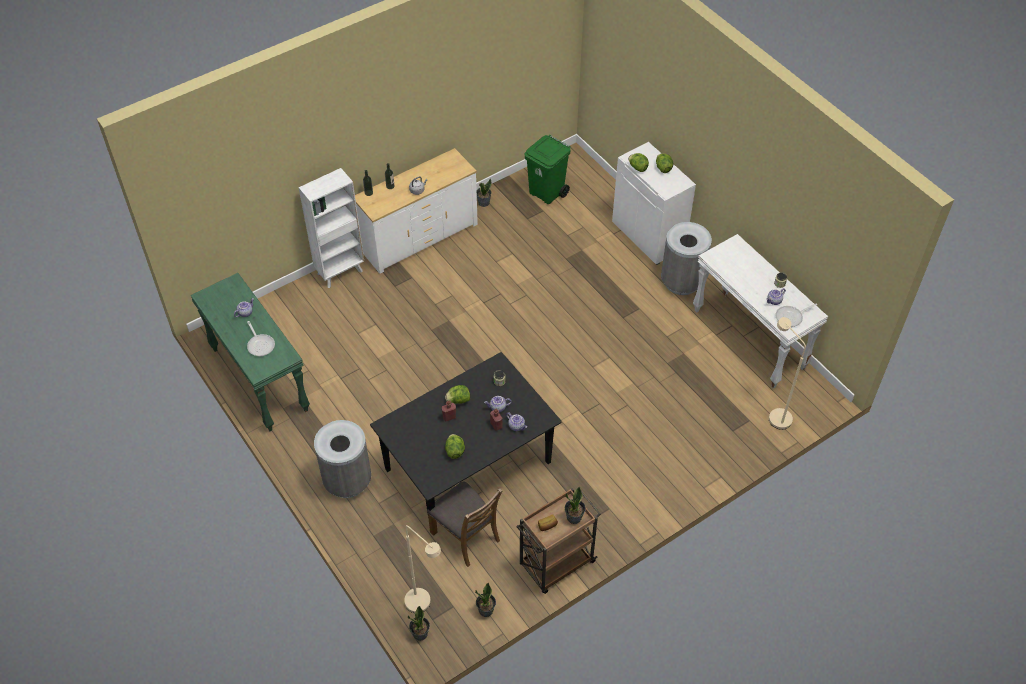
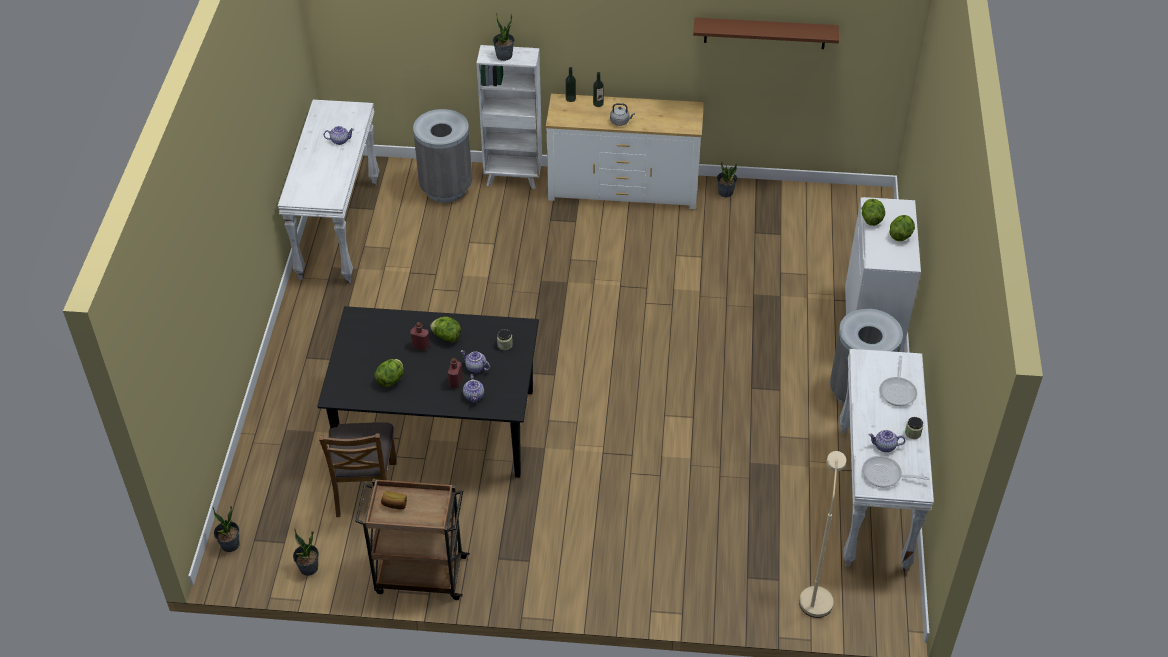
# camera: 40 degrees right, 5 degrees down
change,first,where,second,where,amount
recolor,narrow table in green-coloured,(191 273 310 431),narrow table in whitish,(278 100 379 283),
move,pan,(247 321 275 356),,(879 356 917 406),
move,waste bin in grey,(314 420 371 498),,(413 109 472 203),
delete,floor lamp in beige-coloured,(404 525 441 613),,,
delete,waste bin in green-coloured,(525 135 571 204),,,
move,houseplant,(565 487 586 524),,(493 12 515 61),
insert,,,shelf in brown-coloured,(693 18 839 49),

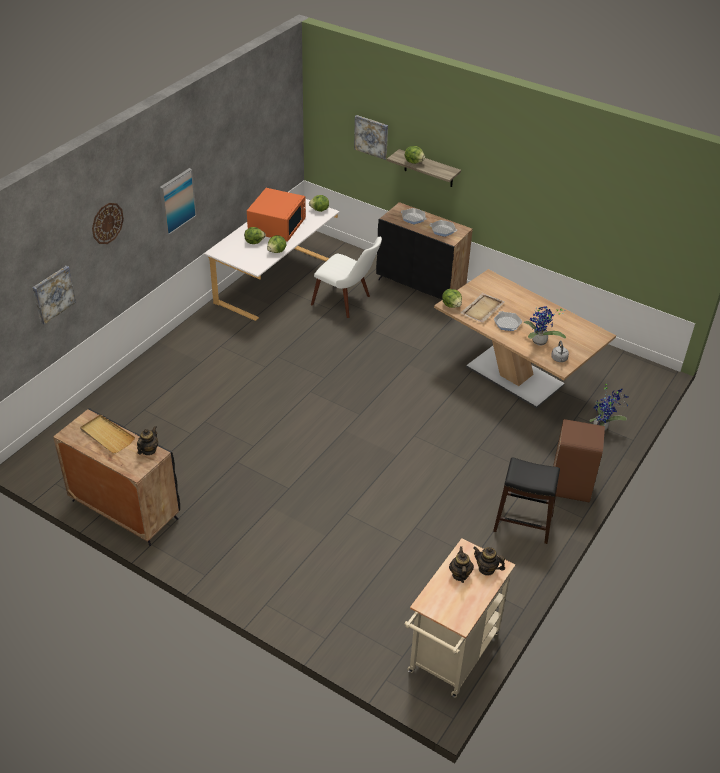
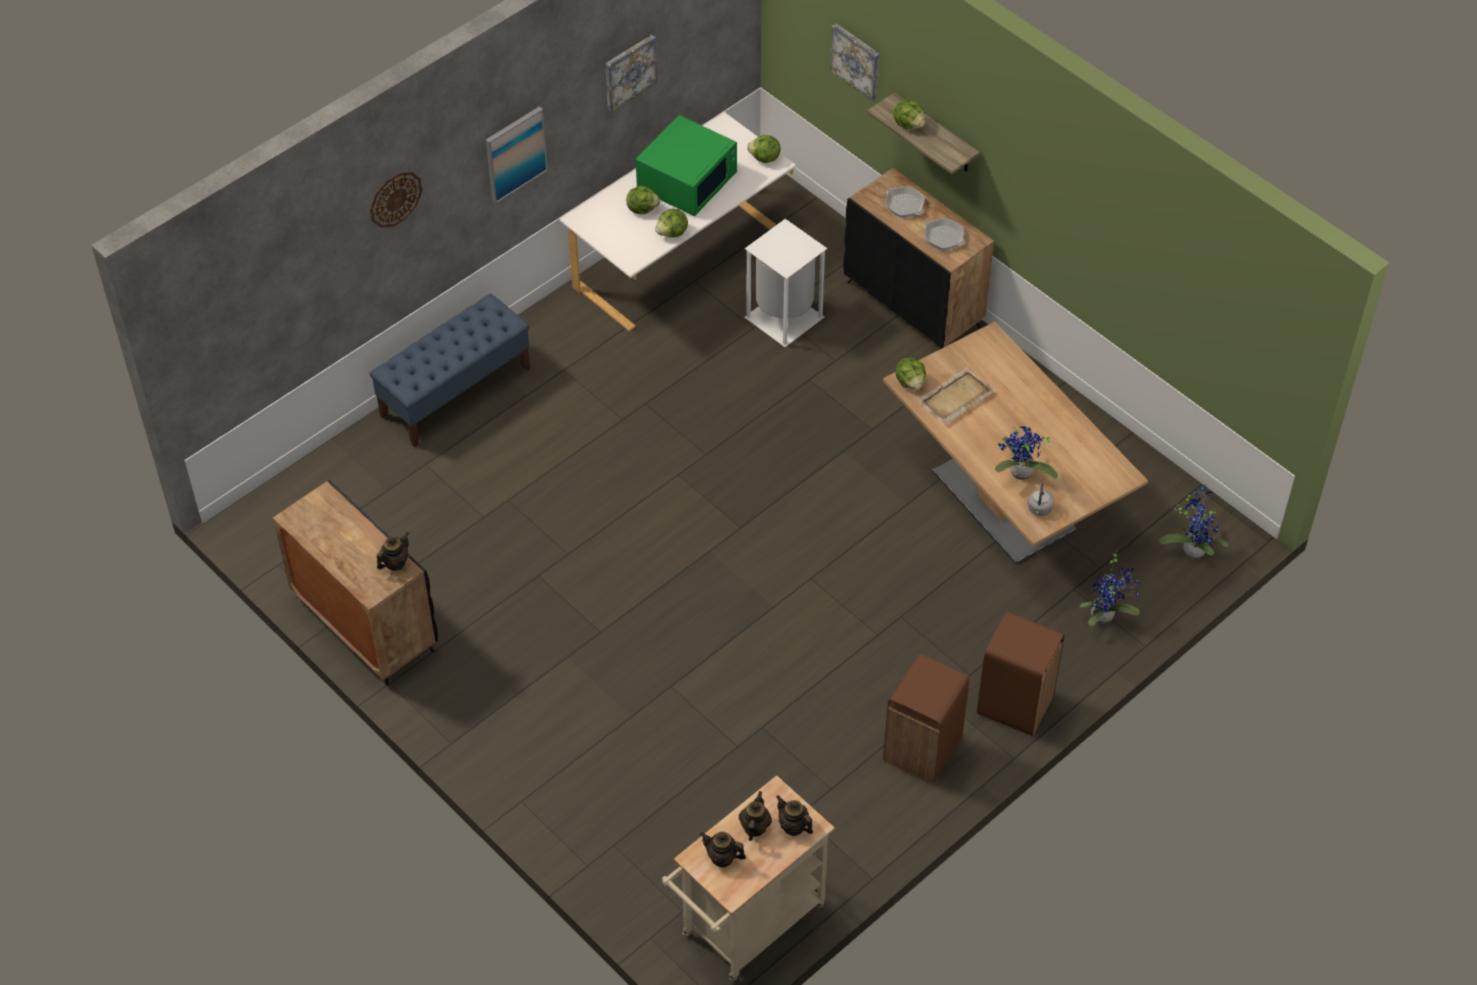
# camera: 15 degrees right, 10 degrees up
change,first,where,second,where,amount
move,wall art,(33 266 76 325),,(606 35 657 112),
delete,tray in beige-coloured,(80 414 135 454),,,
recolor,microwave in orangey,(247 188 306 242),microwave in green-coloured,(636 115 737 216),
replace,plain chair in whitish,(311 237 382 318),waste bin in whitish,(744 219 827 347),
replace,stool seat in blackish,(493 458 560 544),waste bin in brown-coloured,(883 654 969 784),
delete,pan,(494 311 522 331),,,
insert,,,indoor bench in blue-coloured,(370 293 530 447),
insert,,,teapot,(700 831 746 867),
insert,,,houseplant,(1159 485 1229 559),

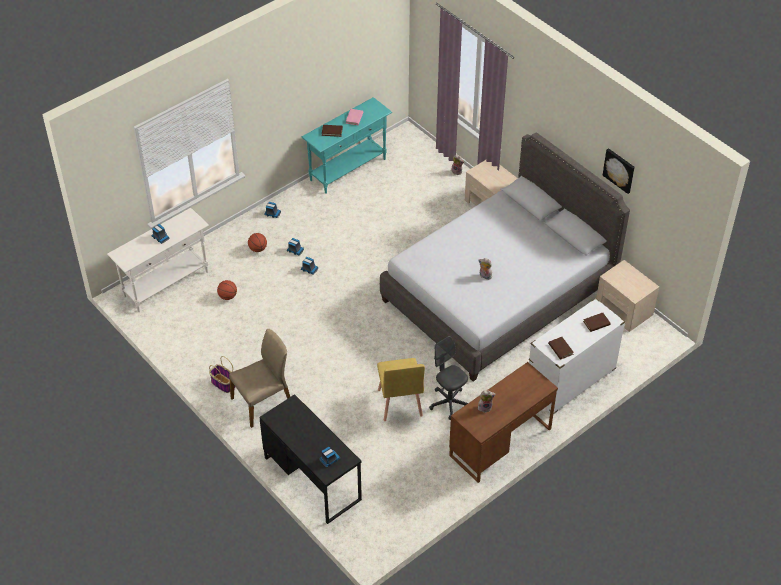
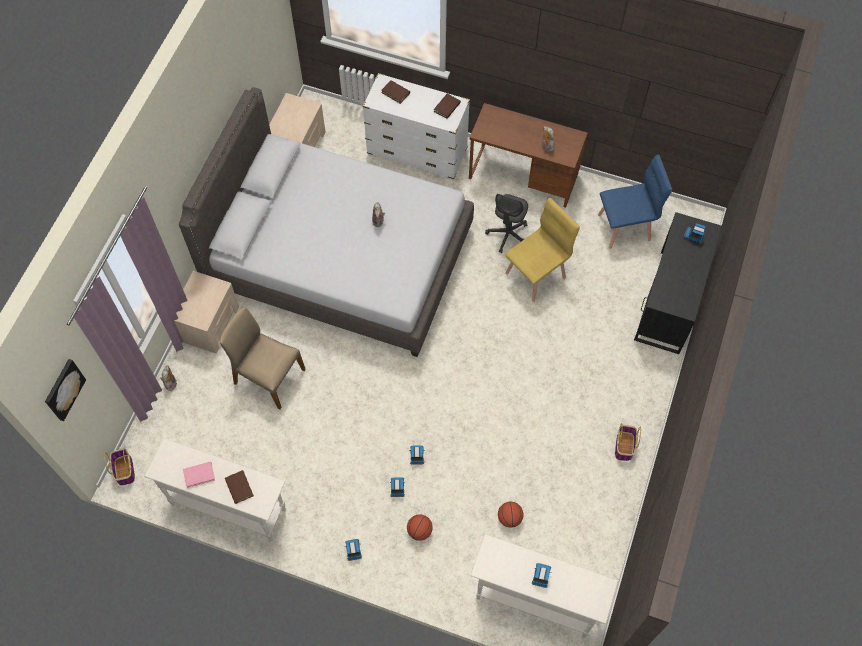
# camera: 120 degrees left, 15 degrees up
change,first,where,second,where,amount
move,plain chair in beige-coloured,(229 329 290 428),,(220 307 306 409),
recolor,narrow table in blue-green,(302 97 392 194),narrow table in whitish,(144 438 286 541),
move,wall art,(603 148 635 194),,(45 359 86 421),
insert,,,storage basket,(104 448 135 486),
insert,,,plain chair in blue-coloured,(598 155 672 249),

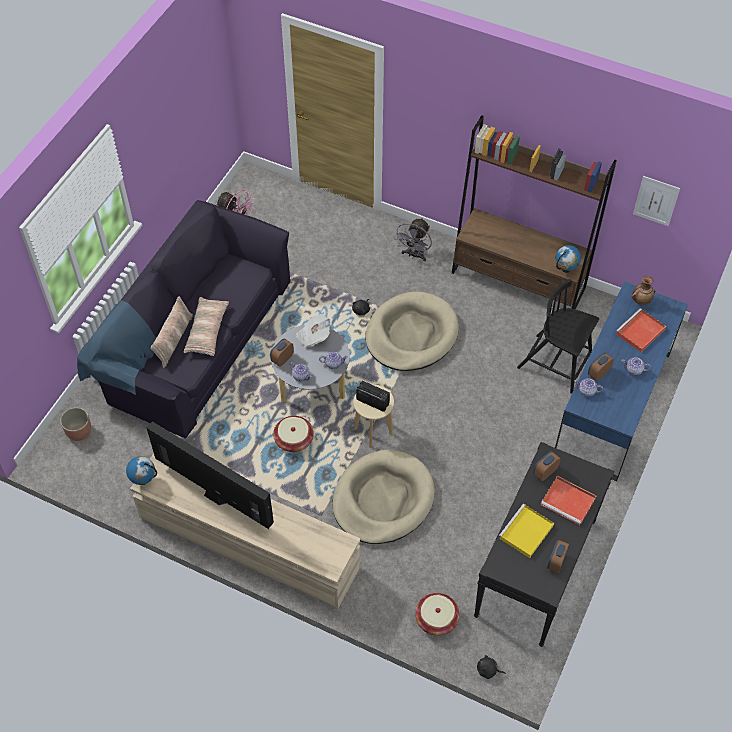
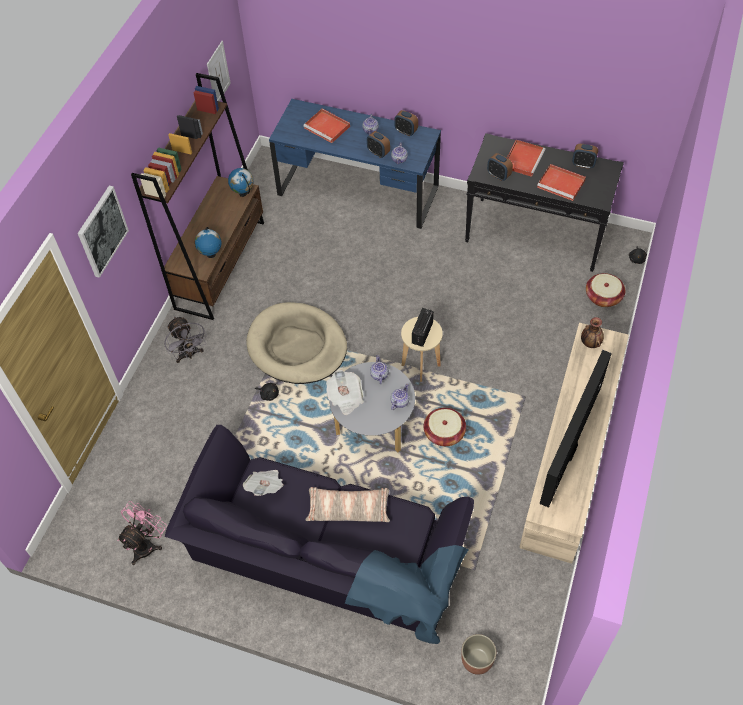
# camera: 95 degrees left, 0 degrees up
change,first,where,second,where,amount
move,globe,(126 456 157 485),,(195 227 222 258),
delete,pillow,(151 296 193 368),,,
move,table clock,(270 339 294 367),,(394 110 418 136),
delete,pet bed in beige-coloured,(333 450 435 544),,,
rotate,fan in grey,(394 218 432 261),,(164 316 207 363),45 degrees clockwise
recolor,tray in yellow,(499 504 554 558),tray in reddish,(537 164 586 201),
delete,plain chair in blackish,(517 279 599 394),,,
move,flower vase,(632 276 655 305),,(581 317 604 348),
insert,,,wall art,(78 185 129 278),
insert,,,printed paper,(243 470 284 496),

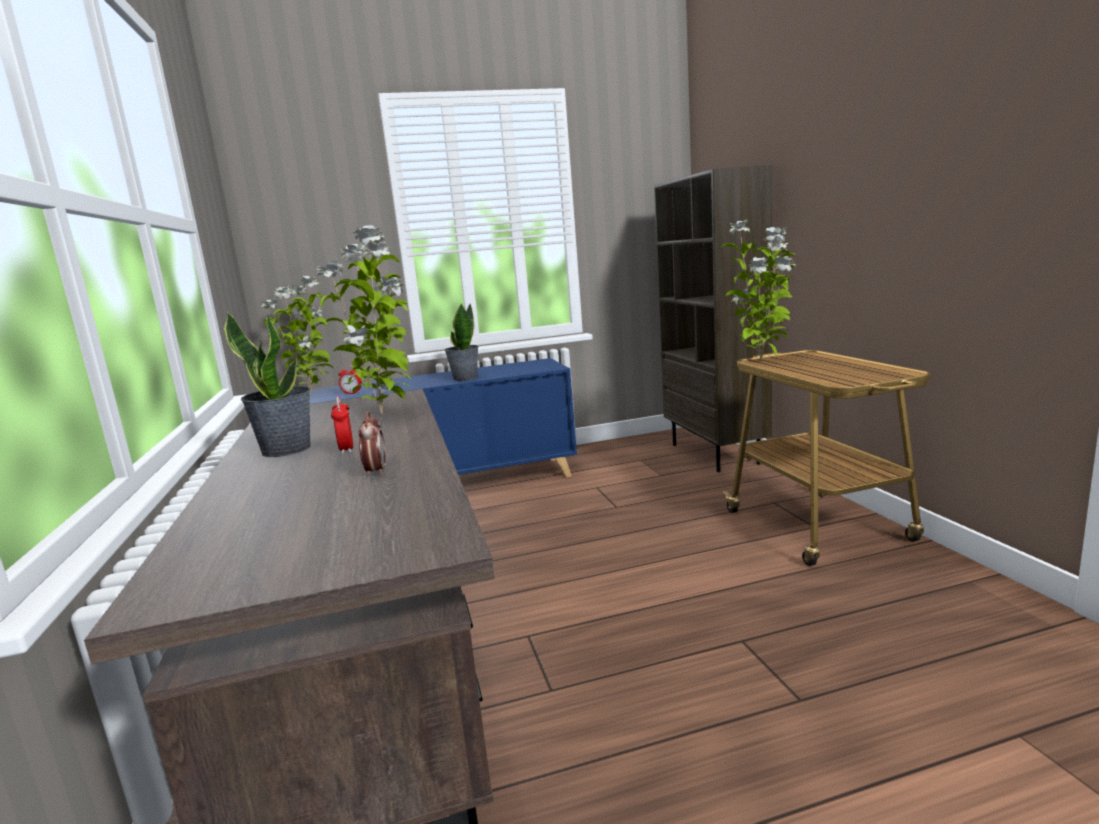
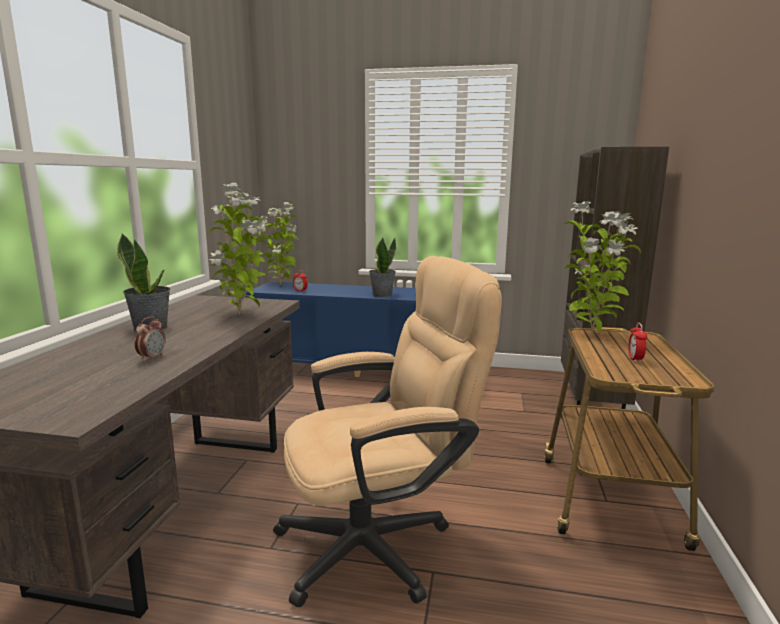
# camera: 25 degrees right, 0 degrees up
change,first,where,second,where,amount
move,table clock,(331 396 353 454),,(628 323 647 363),
insert,,,office chair in beige-coloured,(273 256 502 608),

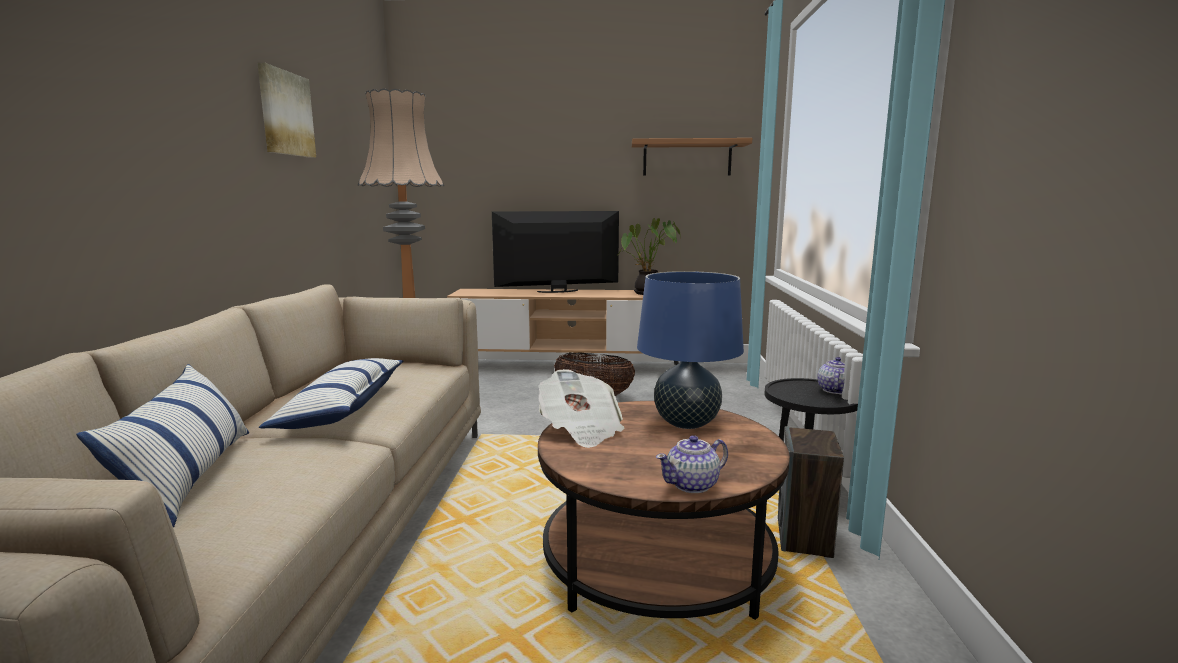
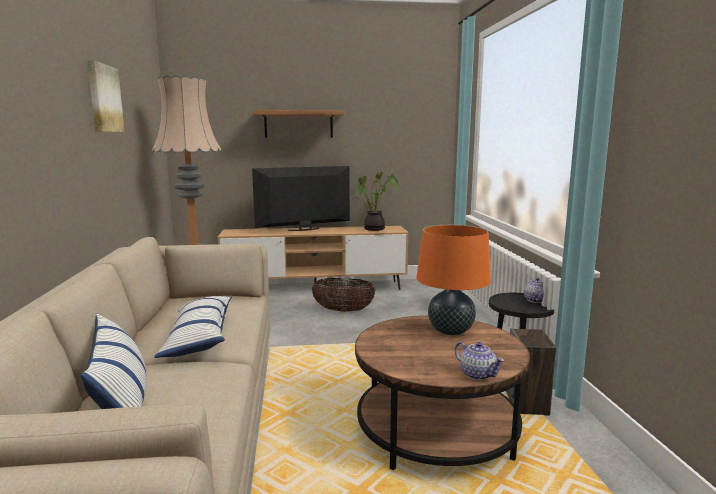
# camera: 10 degrees left, 0 degrees up
change,first,where,second,where,amount
delete,printed paper,(538 369 625 448),,,
move,shelf,(632 138 752 176),,(252 110 344 138),
recolor,tabletop lamp in blue-coloured,(637 271 744 429),tabletop lamp in orangey,(416 225 491 335),
rotate,teapot,(656 435 728 493),,(455 342 505 380),90 degrees counterclockwise

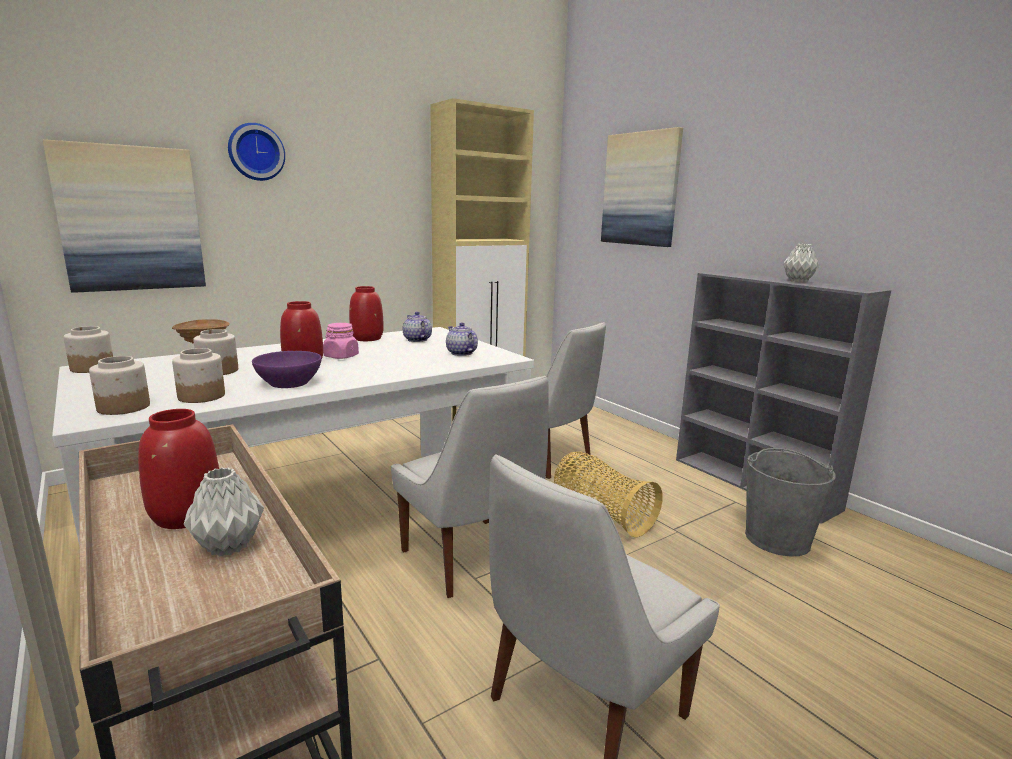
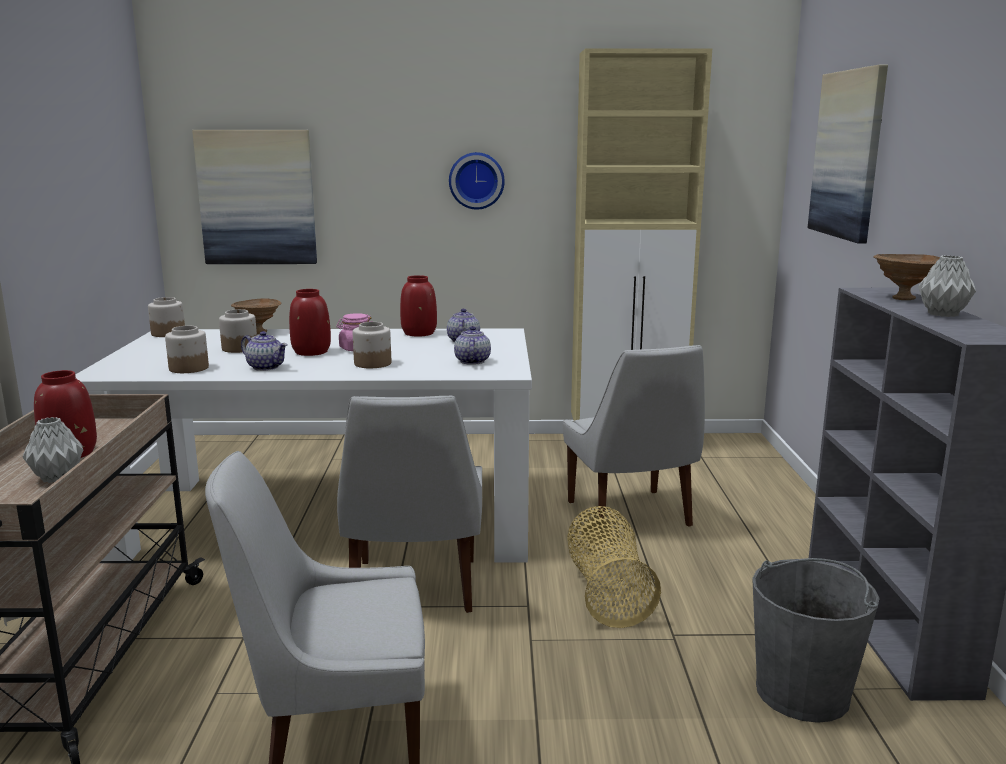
# camera: 35 degrees right, 0 degrees up
change,first,where,second,where,amount
move,preserve jar,(89 356 150 415),,(353 322 391 368),
move,hanging clock,(228 123 285 181),,(449 152 505 210),
replace,deep dish in purplish,(252 351 322 388),teapot,(241 331 288 371),
insert,,,deep dish in brown-coloured,(873 254 940 300),

